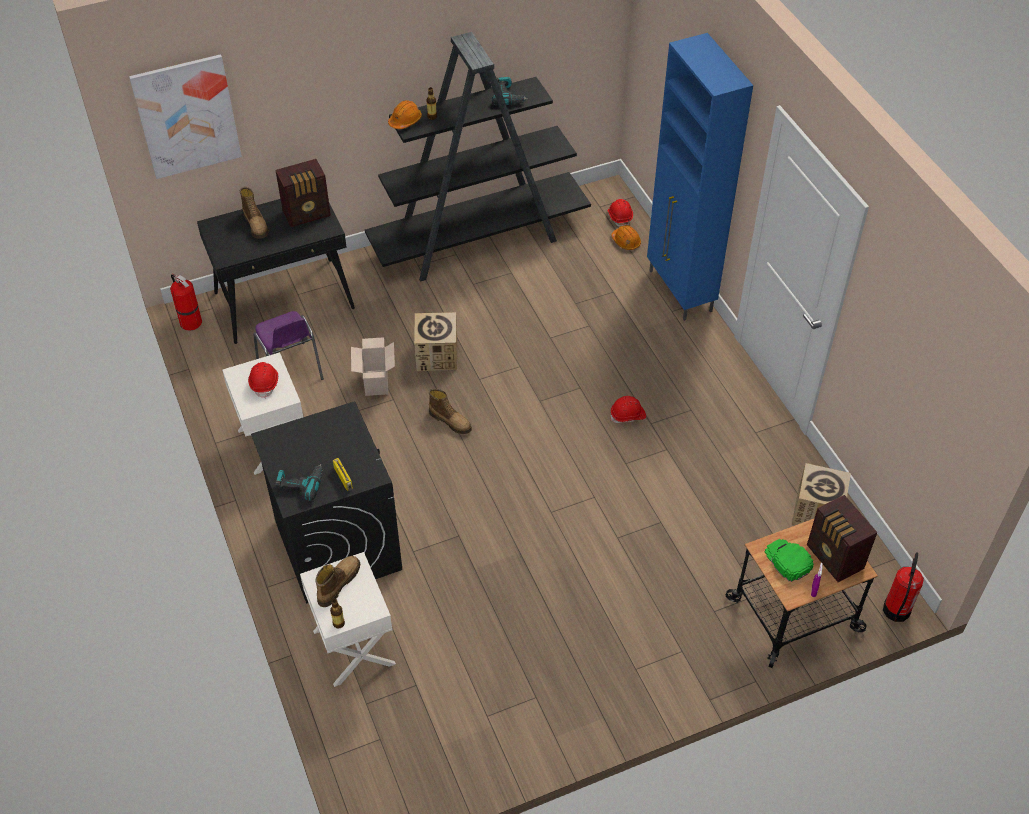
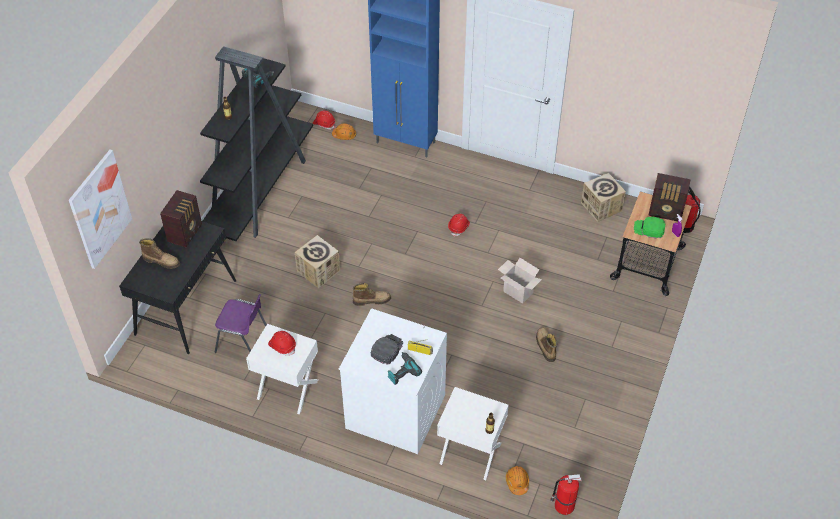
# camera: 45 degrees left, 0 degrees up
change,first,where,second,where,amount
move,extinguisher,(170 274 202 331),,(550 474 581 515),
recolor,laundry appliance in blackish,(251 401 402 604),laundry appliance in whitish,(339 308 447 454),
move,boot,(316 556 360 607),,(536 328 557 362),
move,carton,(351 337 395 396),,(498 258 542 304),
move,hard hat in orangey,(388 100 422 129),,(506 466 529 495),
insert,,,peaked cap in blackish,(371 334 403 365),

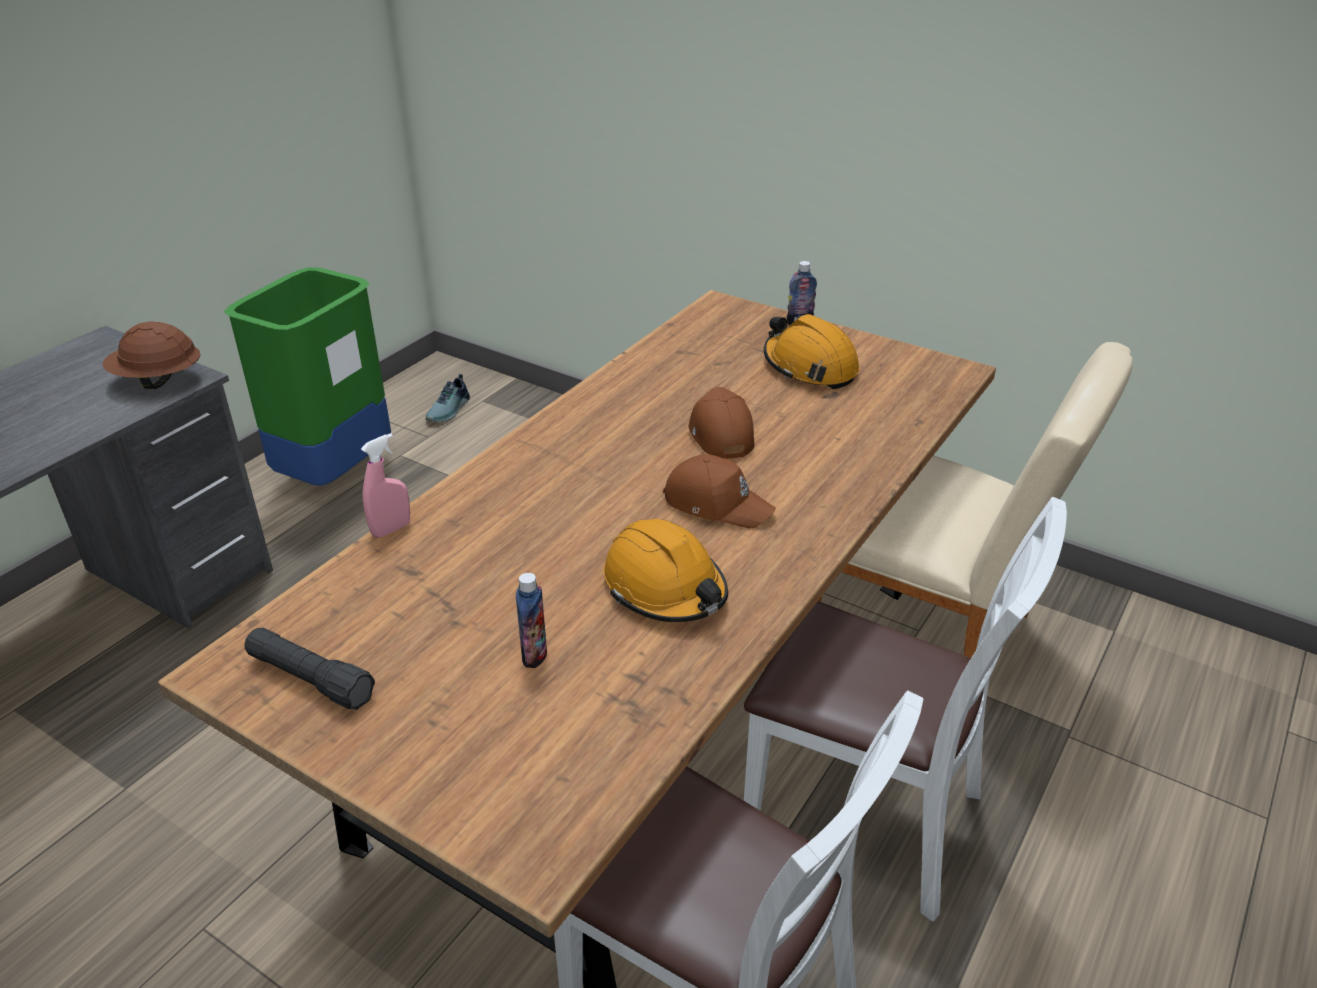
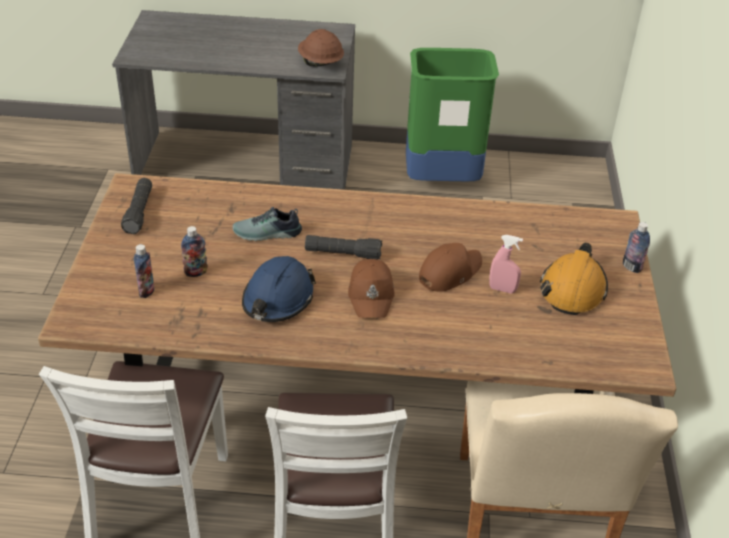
# camera: 60 degrees right, 5 degrees up
change,first,where,second,where,amount
move,sprayer in pink,(361 433 410 538),,(489 235 523 293),
move,item of footwear,(426 374 470 422),,(232 207 302 241),
recolor,hard hat in orangey,(603 519 728 622),hard hat in blue-coloured,(242 256 316 322),
insert,,,beverage bottle,(134 244 155 298),
insert,,,hand torch in blackish,(305 235 382 260),

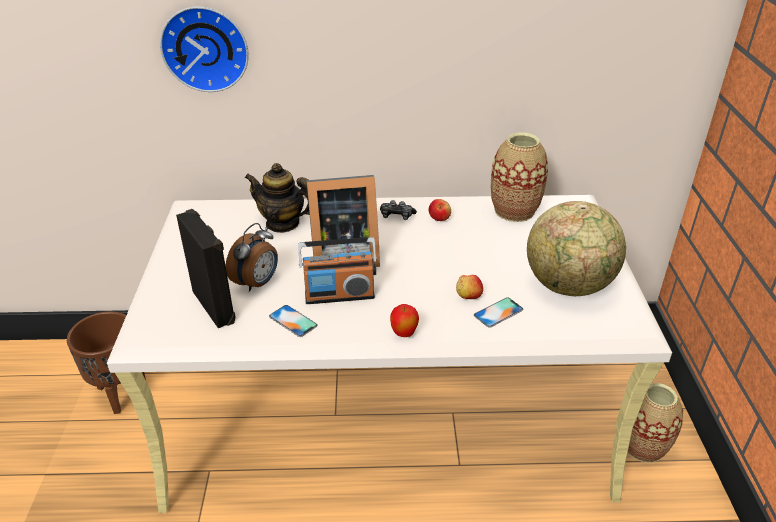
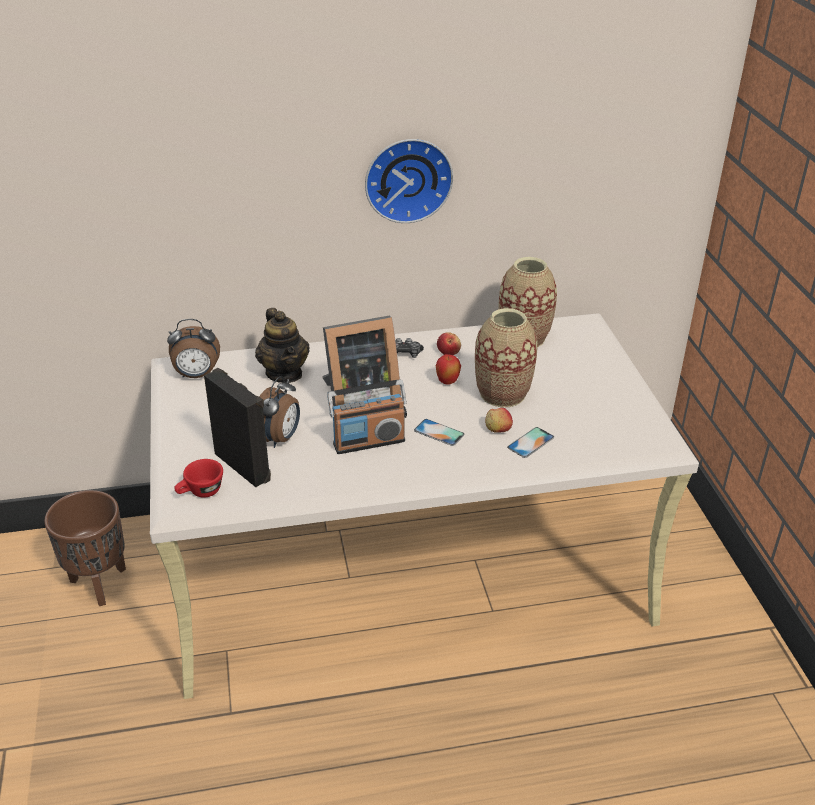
# camera: 10 degrees left, 0 degrees up
change,first,where,second,where,amount
move,hanging clock,(160 6 249 92),,(365 139 453 223),
rotate,teapot,(245 163 310 233),,(255 308 310 383),120 degrees counterclockwise
move,handset,(269 305 318 337),,(414 419 464 446),
move,whole apple,(390 304 419 337),,(436 354 461 384),
delete,globe,(527 201 626 296),,,
move,flower vase,(628 383 683 463),,(475 308 538 407),
insert,,,table clock,(167 319 220 378),
insert,,,small cup in reddish,(174 459 223 498),

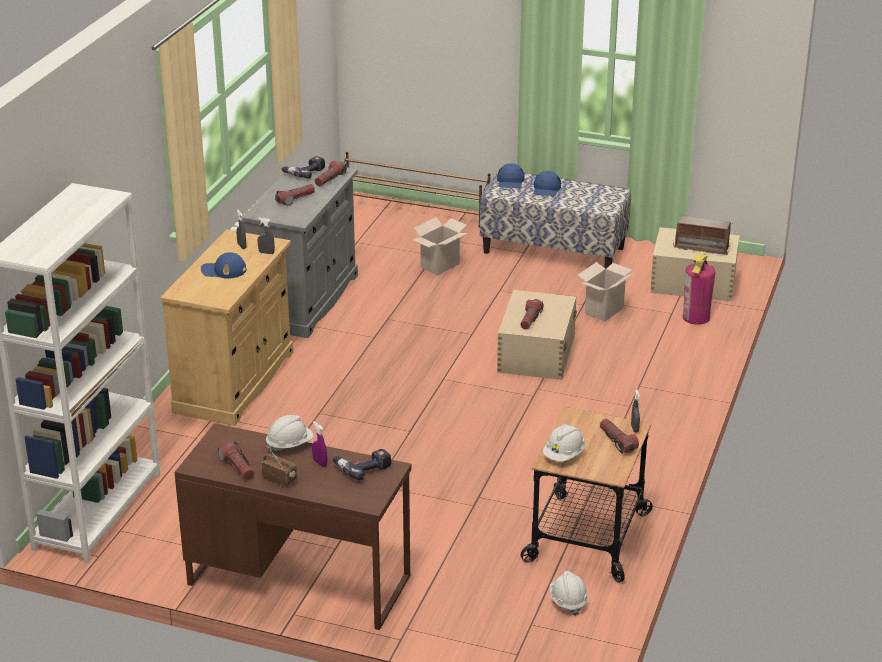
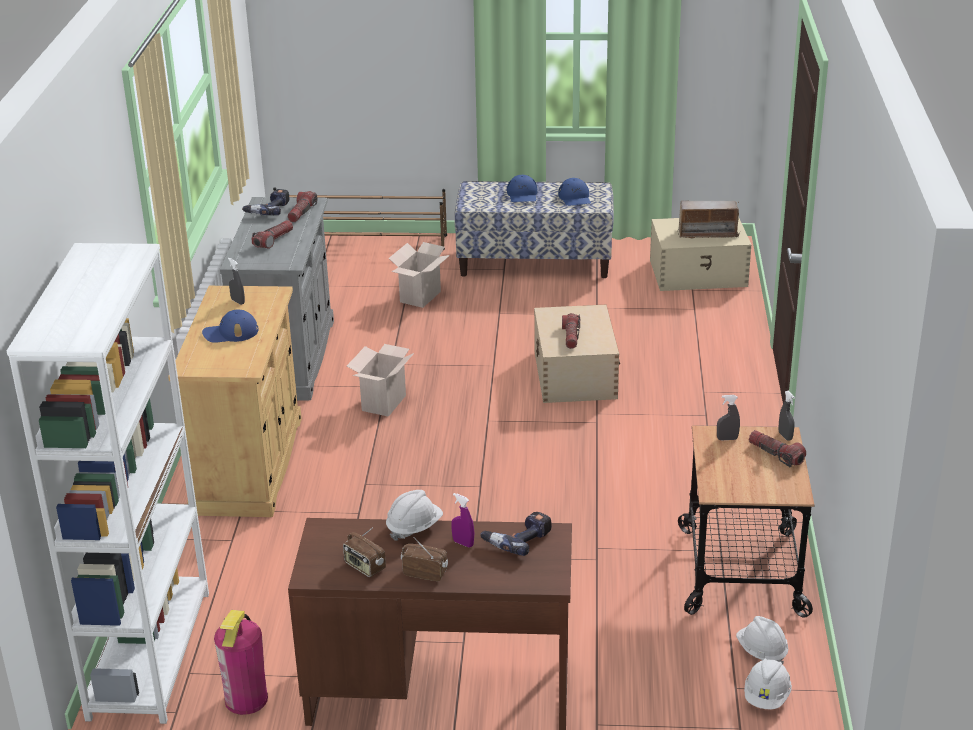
# camera: 15 degrees left, 0 degrees up
change,first,where,second,where,amount
replace,hand torch,(218 441 254 480),radio set,(343 528 386 577),
move,sprayer in grey,(258 218 275 254),,(717 395 740 440),
move,peaked cap in blue-coloured,(497 163 525 188),,(558 178 591 206),
move,hard hat in whitish,(543 424 585 461),,(744 658 792 709),
move,carton,(577 262 634 321),,(346 344 414 417),
move,extinguisher,(682 254 716 325),,(214 610 268 715),

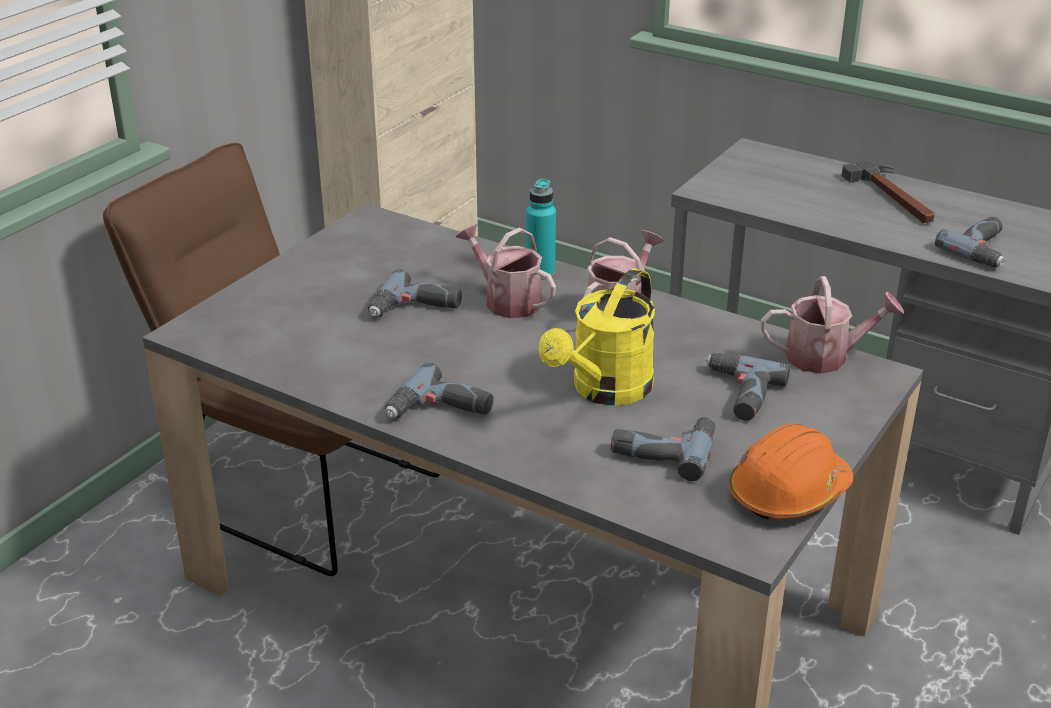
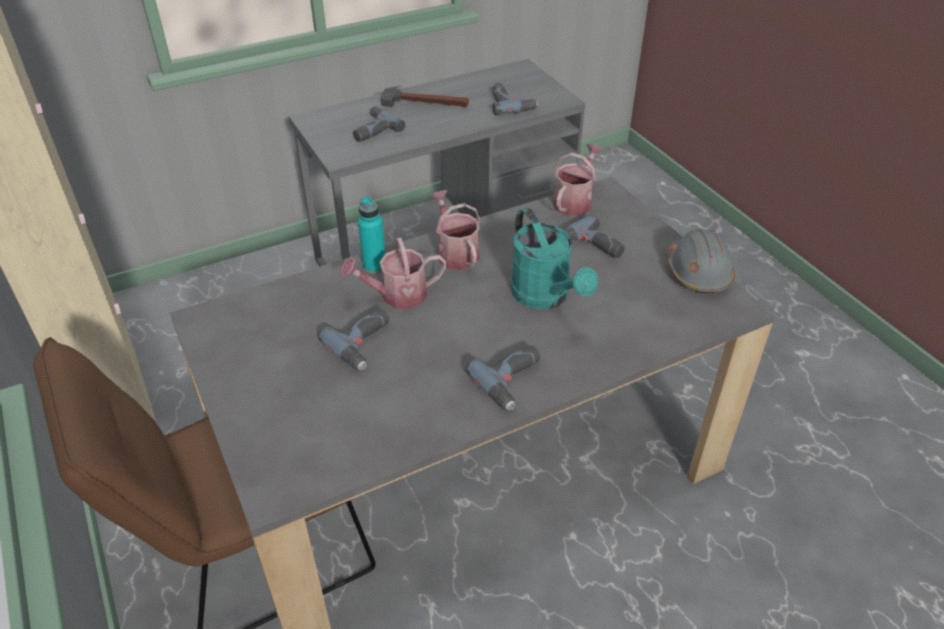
# camera: 60 degrees left, 10 degrees up
change,first,where,second,where,amount
recolor,sprinkling can in yellow,(539 268 656 406),sprinkling can in blue-green,(511 208 598 309),
move,power drill,(611 417 715 481),,(353 106 405 142),
recolor,hard hat in orangey,(729 424 853 520),hard hat in grey,(668 229 735 294),

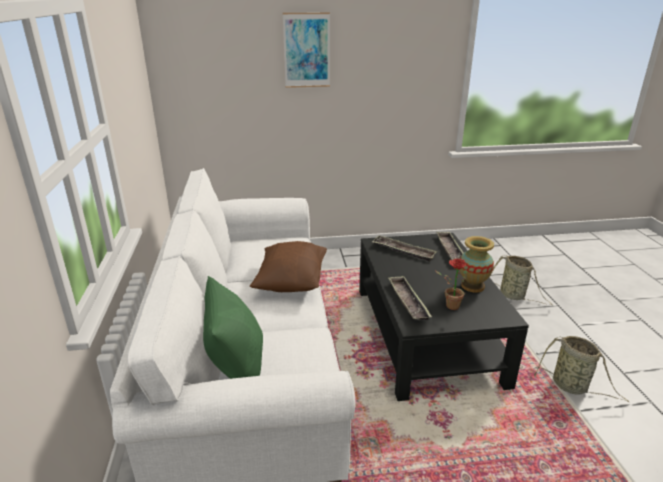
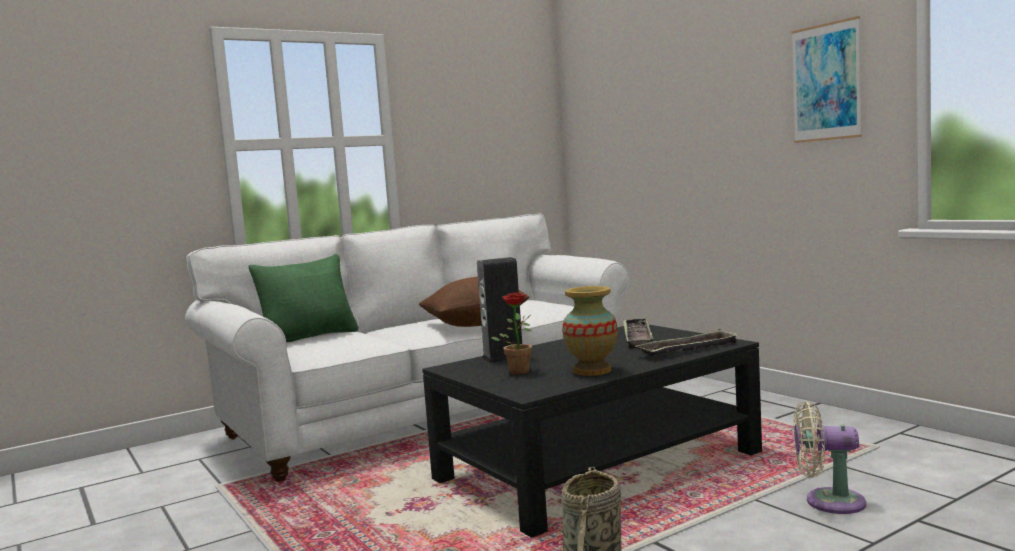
# camera: 65 degrees right, 20 degrees down
change,first,where,second,where,amount
move,wall art,(283 12 330 88),,(791 16 862 143),
replace,tray,(388 276 432 320),audio speaker,(477 257 522 364),
replace,storage basket,(490 255 553 305),fan in beige-coloured,(794 402 866 514),

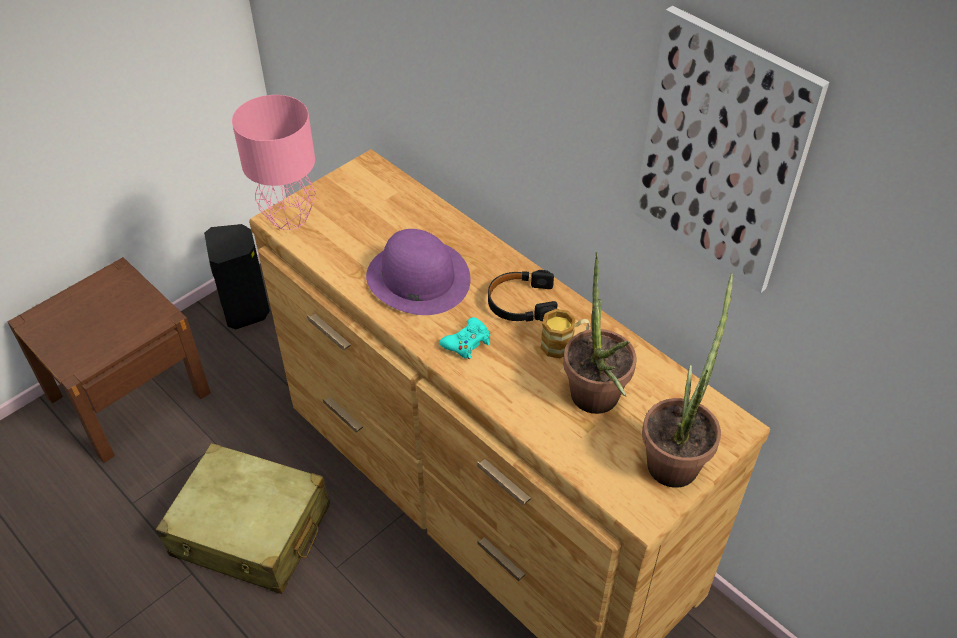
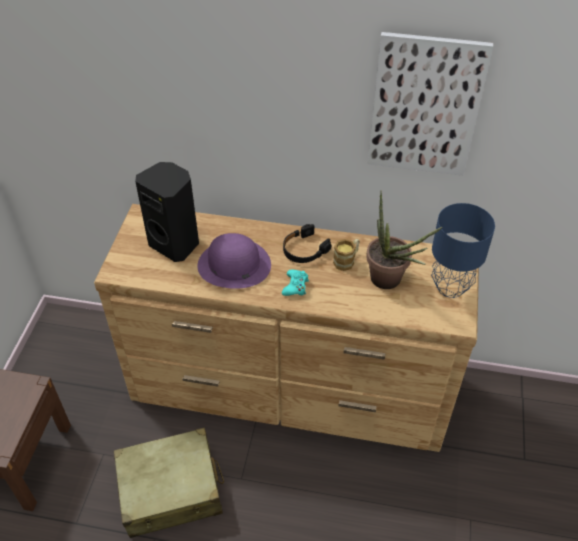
# camera: 35 degrees left, 0 degrees up
change,first,where,second,where,amount
move,audio speaker in blackish,(204 224 270 329),,(135 162 199 262),
delete,tabletop lamp in pink,(232 95 316 230),,,
replace,houseplant,(642 273 733 488),tabletop lamp in blue-coloured,(431 203 495 298),

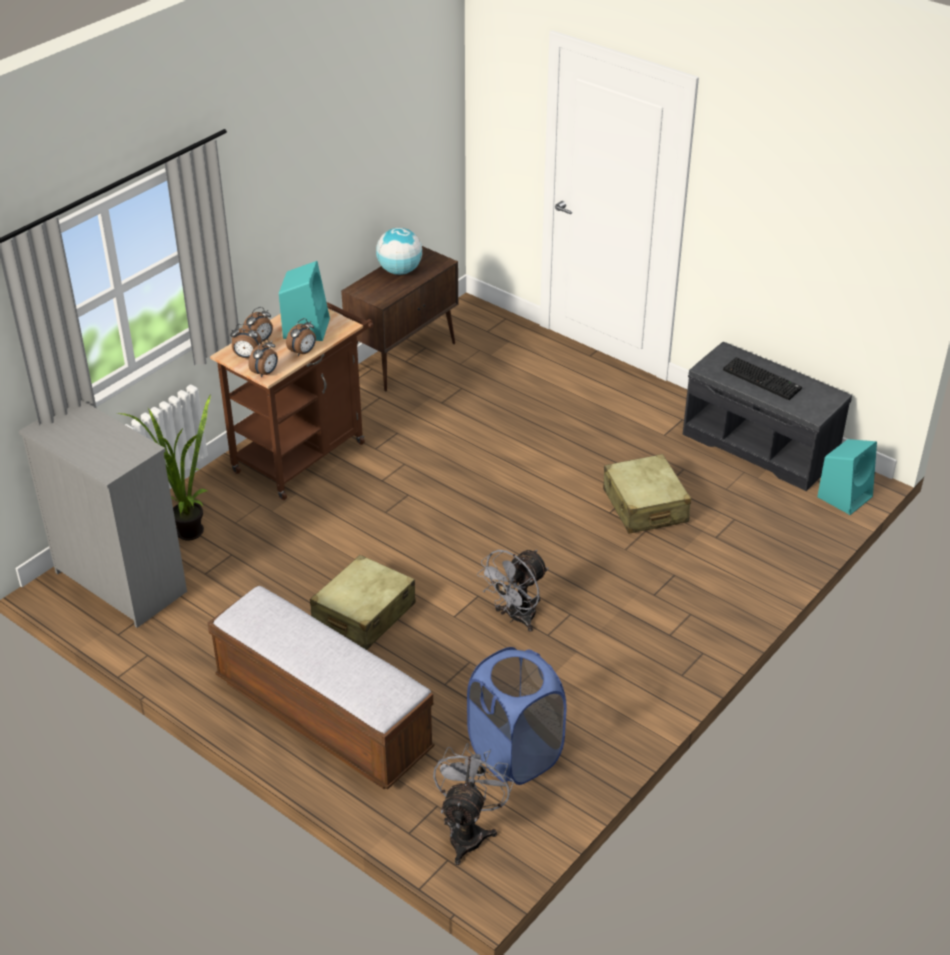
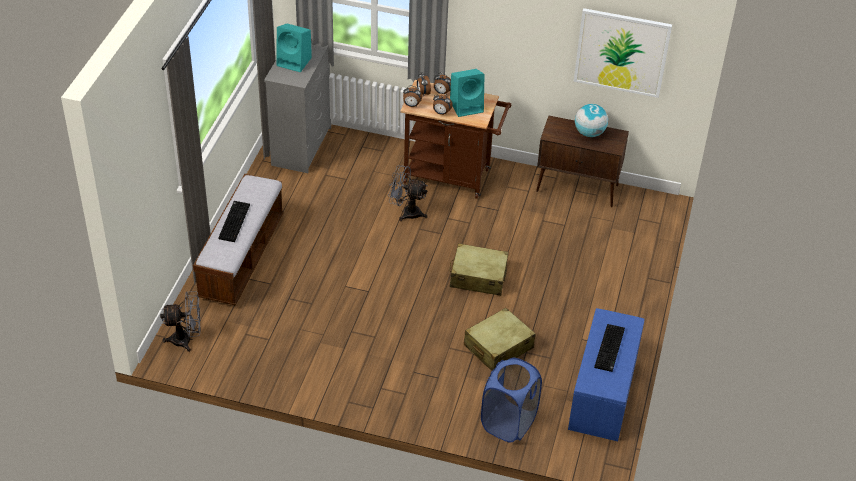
# camera: 65 degrees right, 5 degrees up
change,first,where,second,where,amount
delete,houseplant,(117 395 211 541),,,
move,travel case in beige-coloured,(310 555 416 650),,(449 243 509 296),
move,laundry basket in blue-coloured,(467 647 566 785),,(481 358 542 443),
move,fan in grey,(477 550 548 632),,(388 165 428 221),
recolor,indoor bench in grey,(683 342 852 491),indoor bench in blue-coloured,(568 308 645 441),
move,audio speaker in blue-green,(817 439 877 515),,(276 24 312 72),
insert,,,keyboard,(218 201 250 242),
insert,,,wall art,(574 8 672 98),

